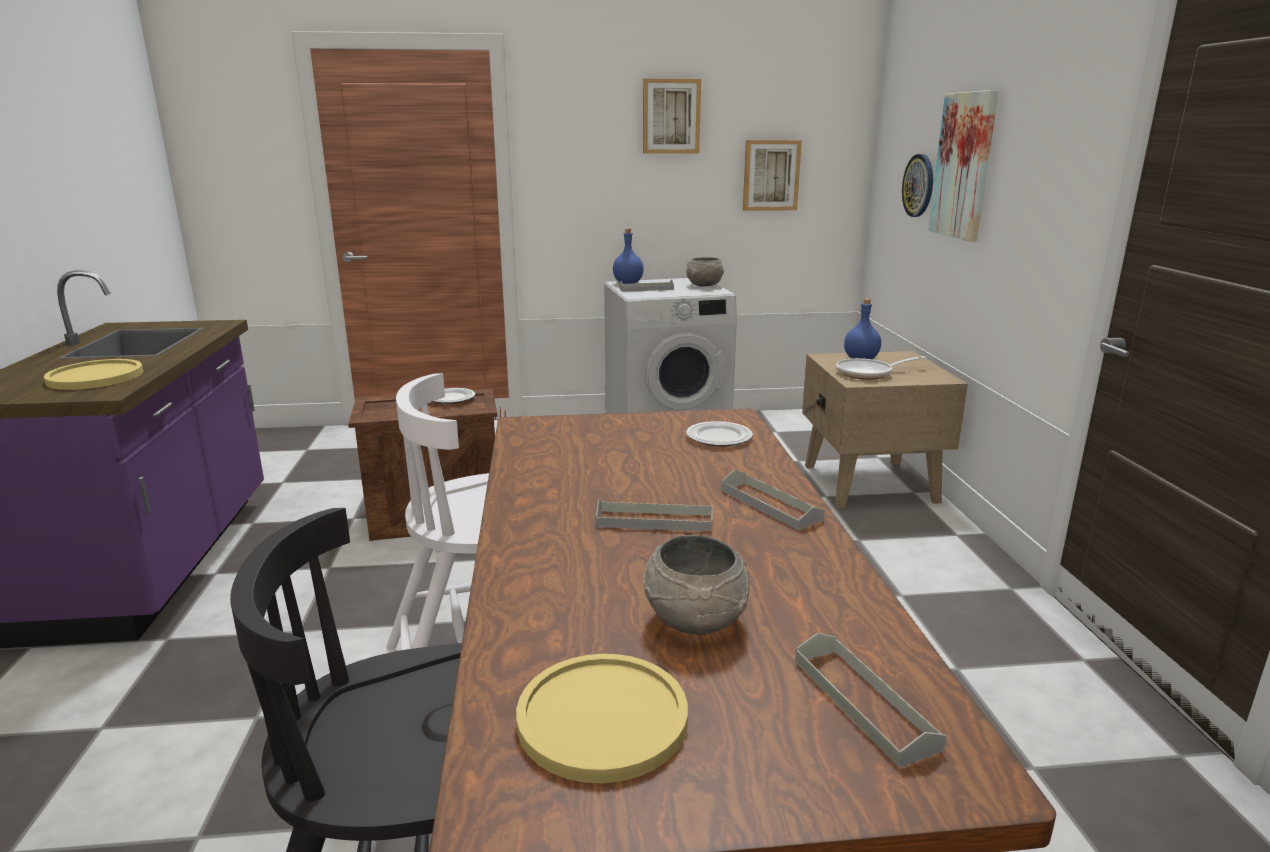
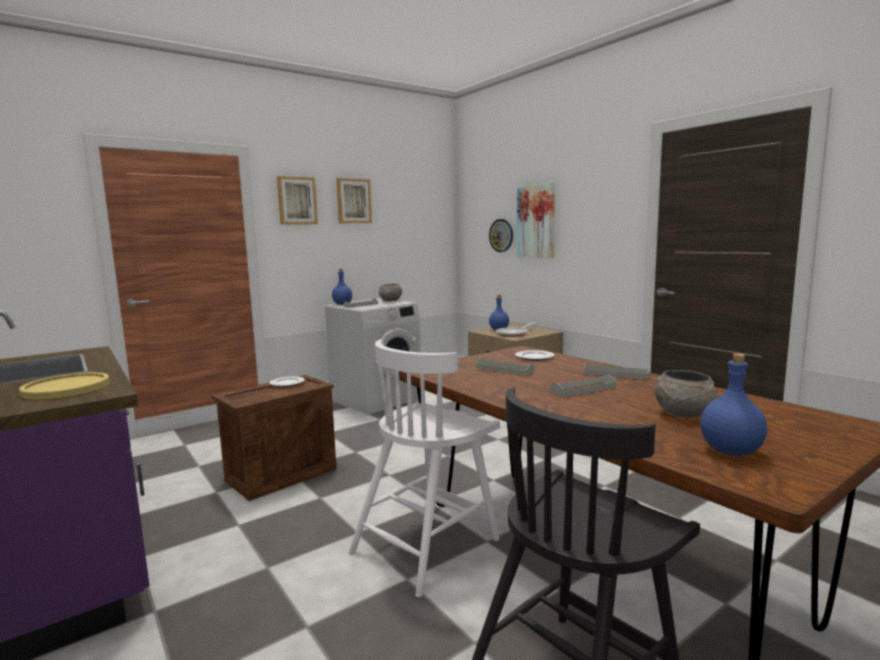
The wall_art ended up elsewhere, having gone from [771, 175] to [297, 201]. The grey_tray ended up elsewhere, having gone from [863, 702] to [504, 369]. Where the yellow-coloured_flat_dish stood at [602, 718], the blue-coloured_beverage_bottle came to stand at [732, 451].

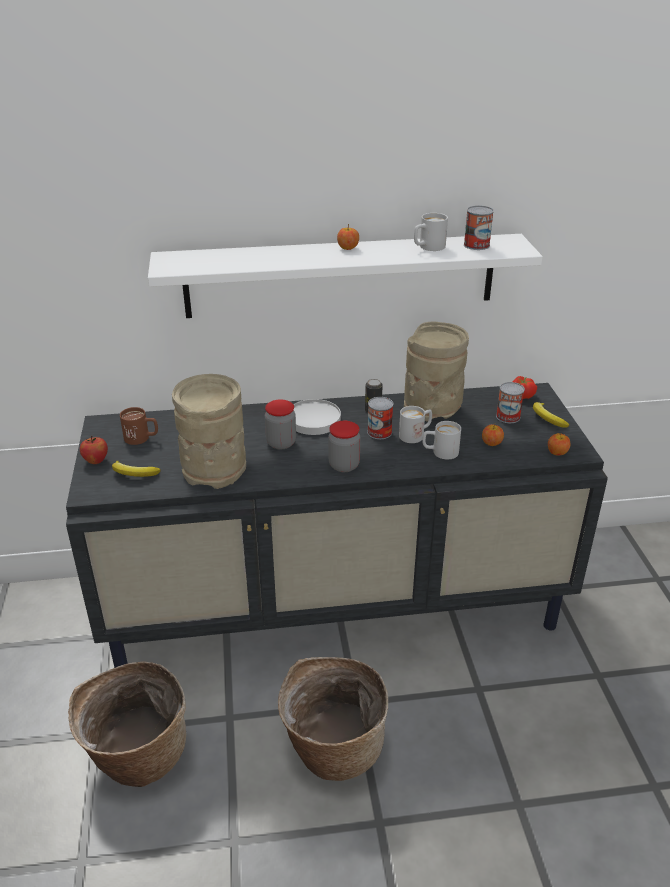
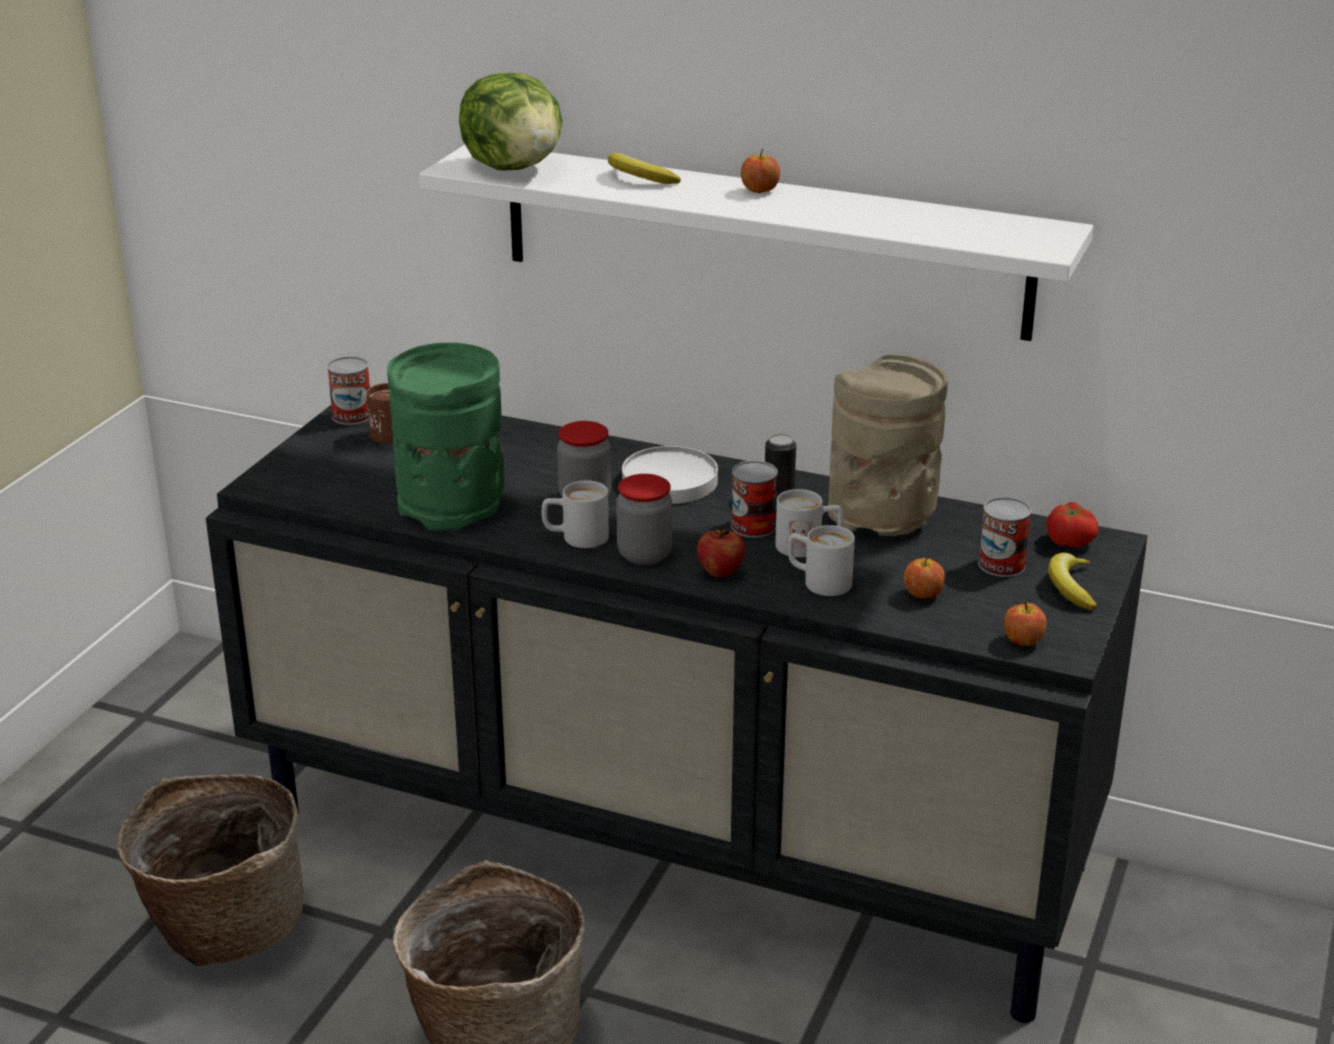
The second view gained the head_of_lettuce at [515, 167]. The whole_apple ended up elsewhere, having gone from [96, 460] to [720, 572]. The whole_banana ended up elsewhere, having gone from [134, 474] to [638, 178]. The whitish_mug ended up elsewhere, having gone from [428, 247] to [575, 537]. The metal_can ended up elsewhere, having gone from [476, 245] to [352, 416]. What was the sand-coloured_decorative_vase at [215, 469] turned into the green-coloured_decorative_vase at [453, 504].

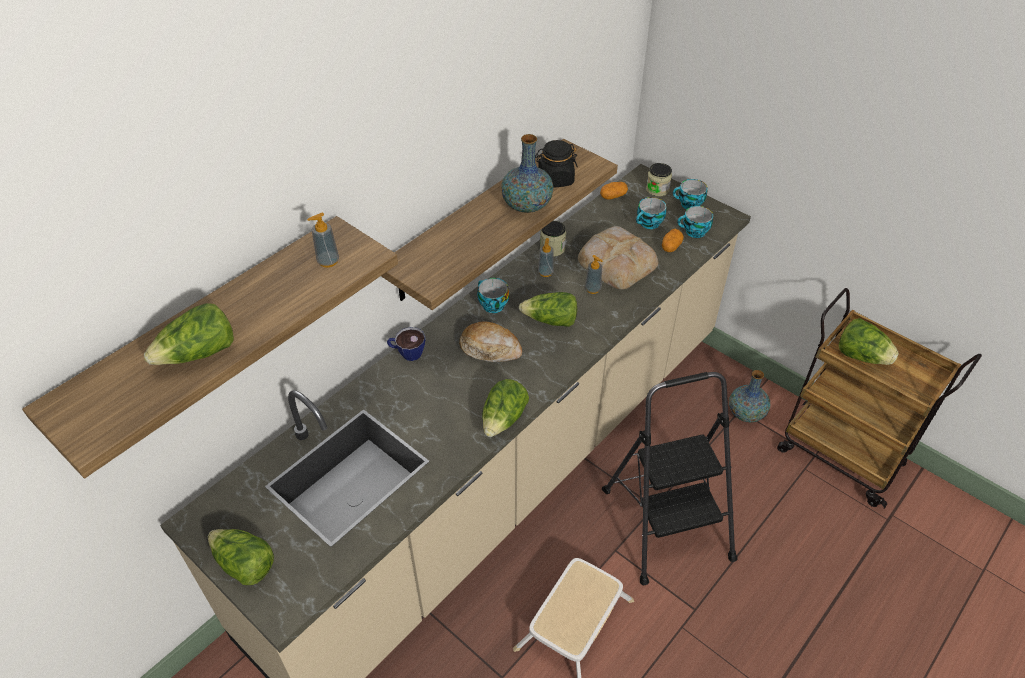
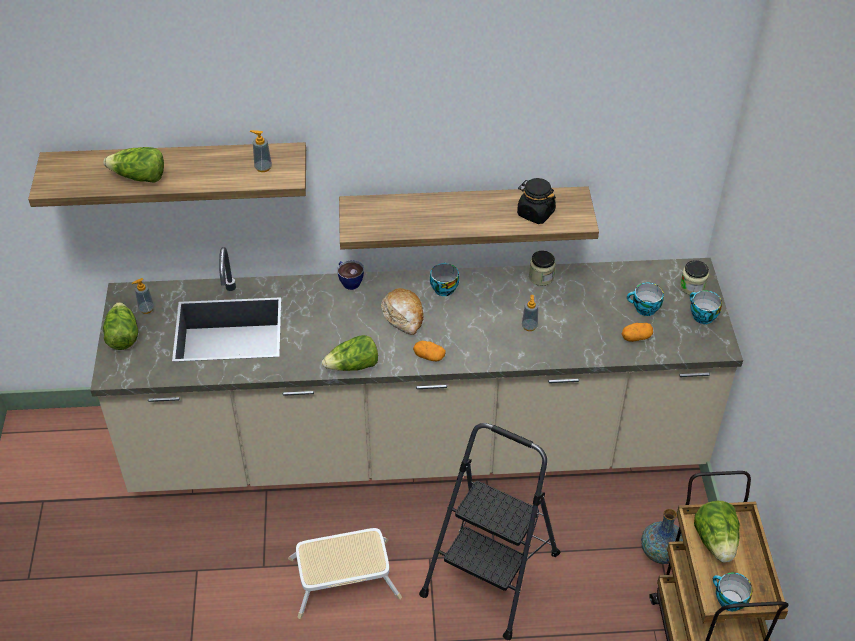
The second view lost the decorative_vase at [526, 206]. The second view lost the head_of_lettuce at [551, 320]. The second view lost the bread at [616, 261]. The soap_dispenser ended up elsewhere, having gone from [545, 272] to [146, 309]. The whole_potato ended up elsewhere, having gone from [613, 196] to [429, 356]. The cup ended up elsewhere, having gone from [694, 232] to [728, 600].

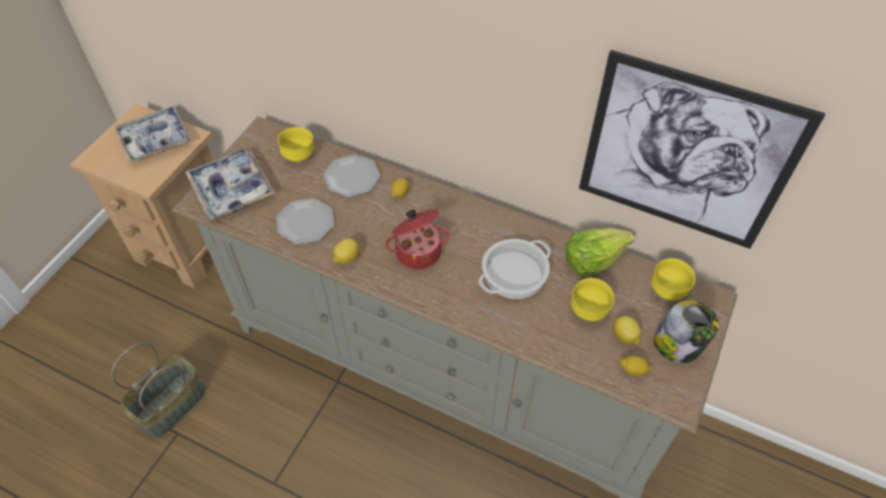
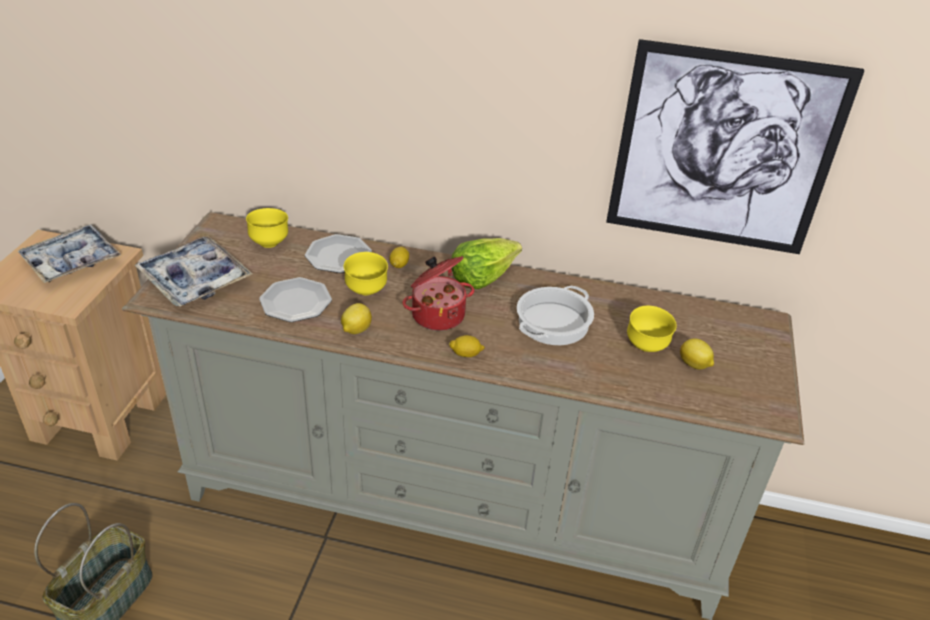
The second view lost the jar at [678, 345]. The head_of_lettuce ended up elsewhere, having gone from [593, 259] to [482, 276]. The citrus_fruit ended up elsewhere, having gone from [633, 370] to [466, 354]. The yellow-coloured_serving_bowl ended up elsewhere, having gone from [667, 291] to [366, 291].

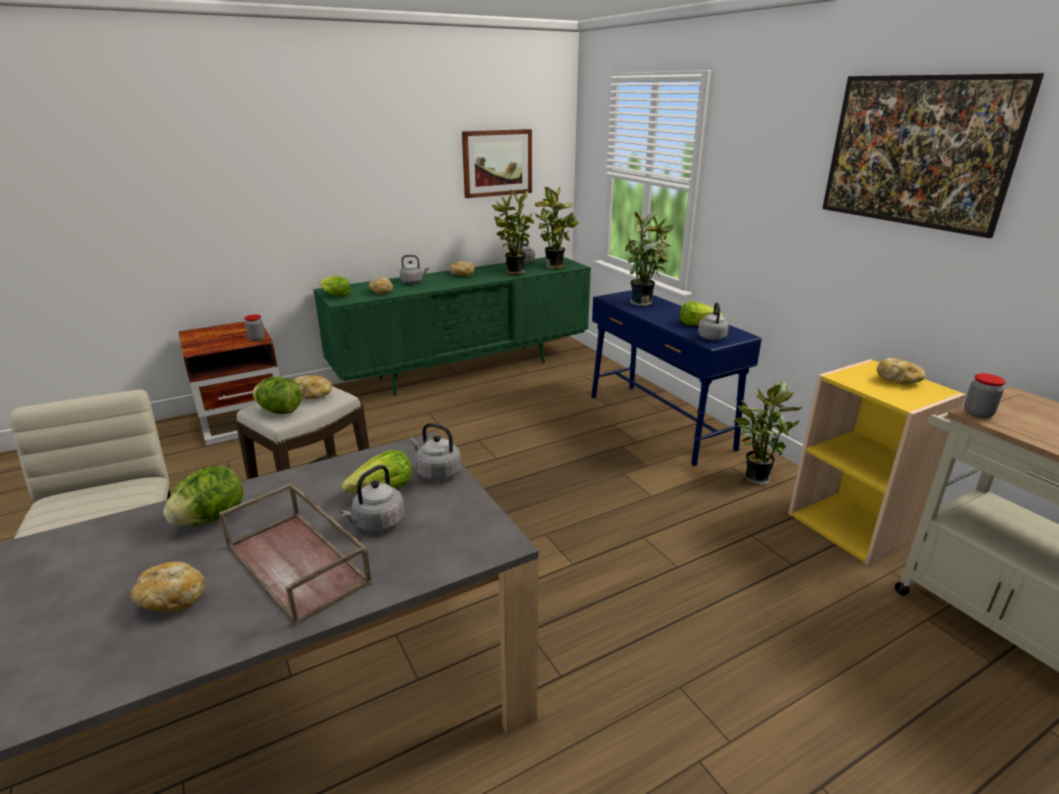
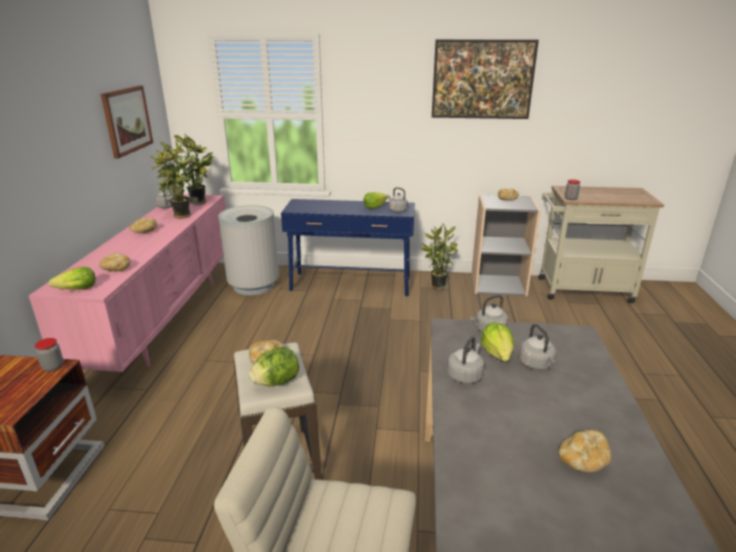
The second view lost the head_of_lettuce at [211, 518]. The second view lost the brownish_tray at [299, 564]. The second view lost the houseplant at [643, 303]. The second view gained the grey_trash_can at [254, 285]. The grey_water_kettle ended up elsewhere, having gone from [413, 282] to [465, 375]. What was the green-coloured_cupboard at [465, 370] turned into the pink_cupboard at [164, 319]. What was the yellow-coloured_bookcase at [853, 526] turned into the grey_bookcase at [499, 285].

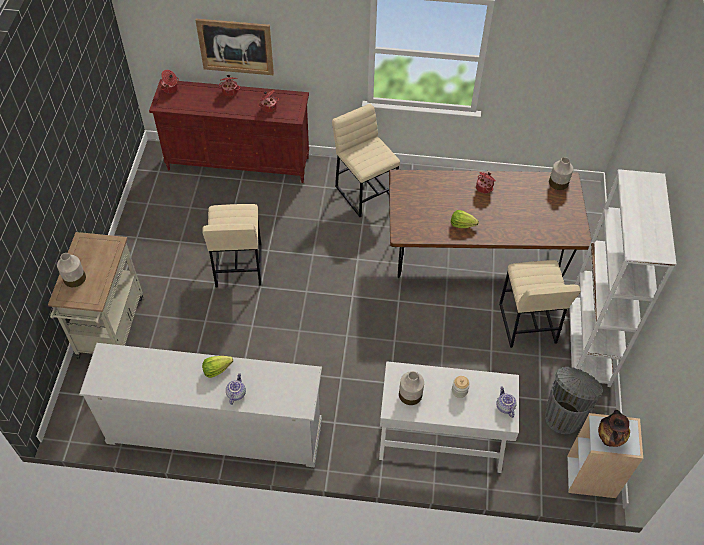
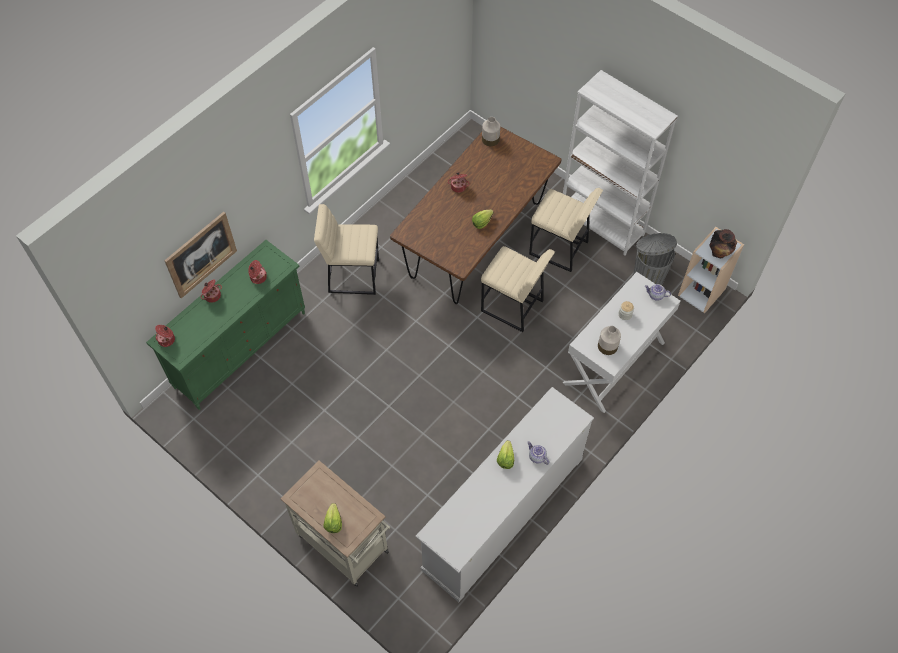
The sand-coloured_upright_chair ended up elsewhere, having gone from [238, 267] to [513, 306]. Where the sand-coloured_decorative_vase stood at [74, 278], the head_of_lettuce came to stand at [333, 522]. What was the red-coloured_drawer_chest at [238, 163] turned into the green-coloured_drawer_chest at [240, 350].

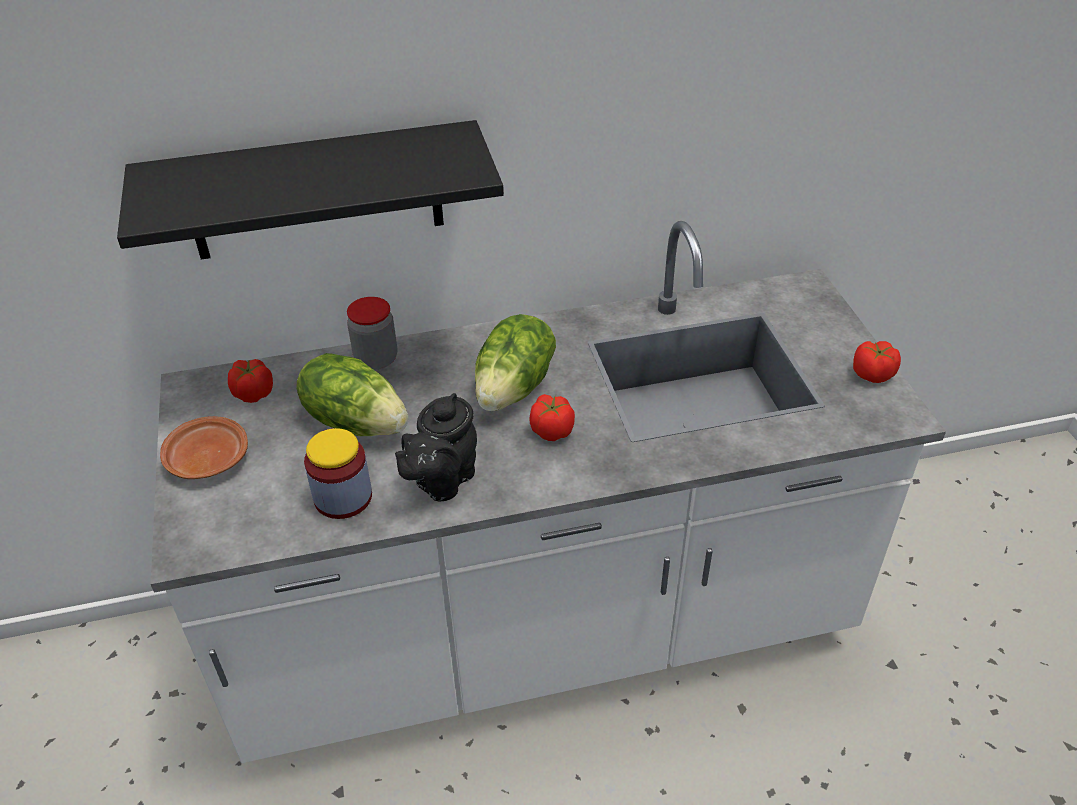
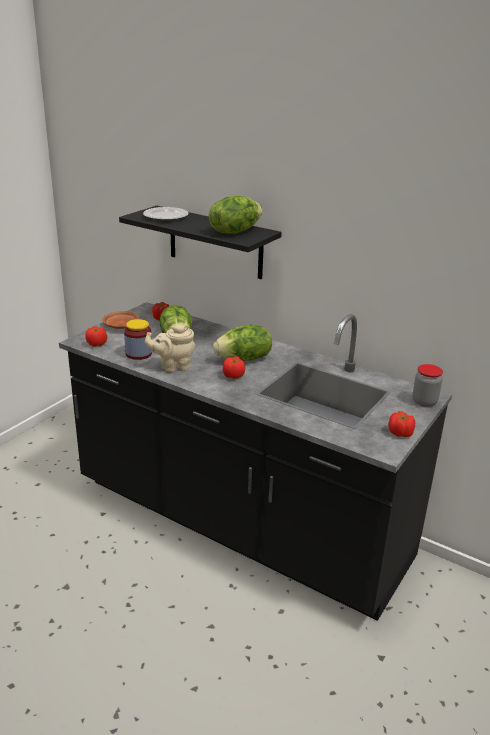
The second view gained the fresh_tomato at [96, 344]. The second view gained the flat_dish at [166, 216]. The second view gained the head_of_lettuce at [234, 231]. The jar ended up elsewhere, having gone from [376, 359] to [424, 401]. What was the whitish_counter at [542, 630] turned into the black_counter at [239, 523]. What was the black_pot_for_tea at [441, 481] turned into the sand-coloured_pot_for_tea at [173, 367].

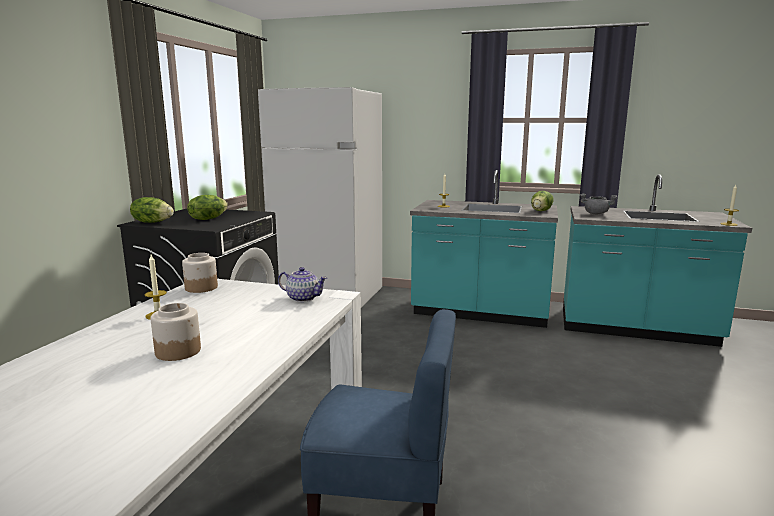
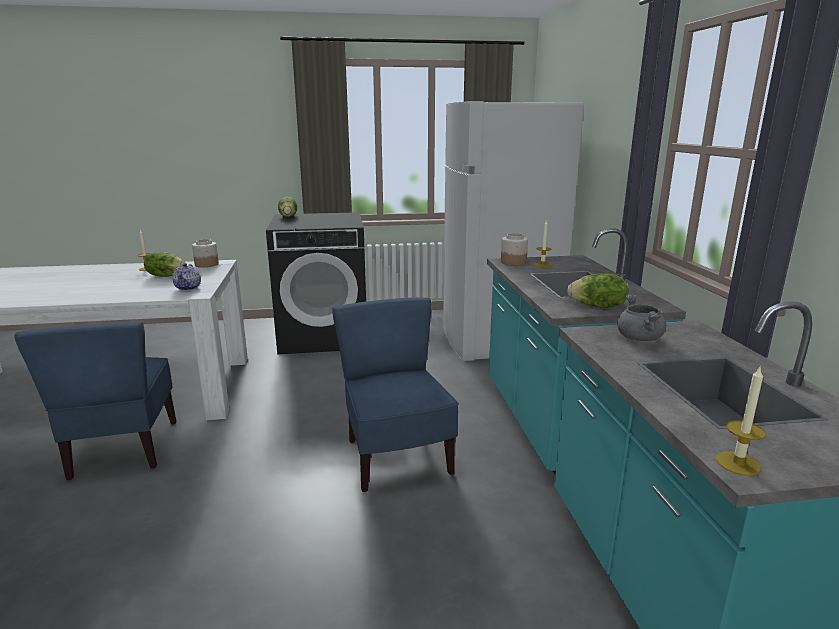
The second view gained the blue-coloured_upright_chair at [396, 457]. The jar ended up elsewhere, having gone from [178, 351] to [513, 262]. The head_of_lettuce ended up elsewhere, having gone from [208, 219] to [166, 276].

